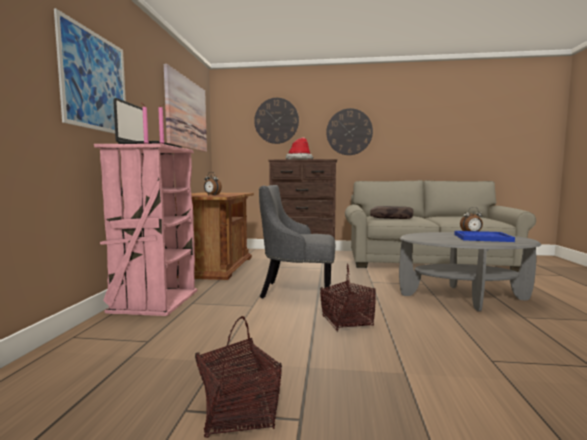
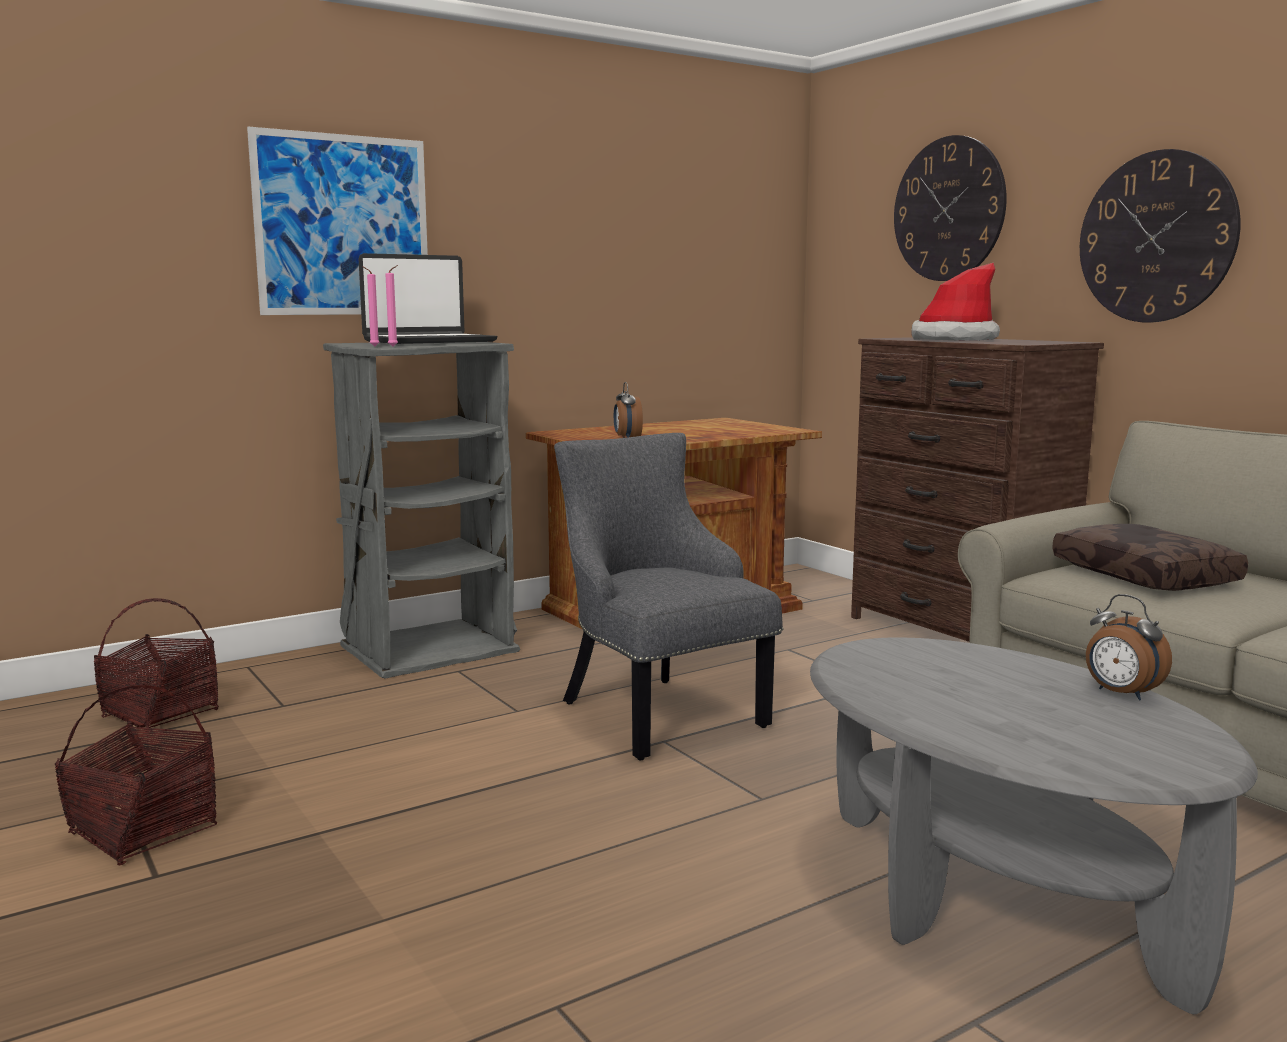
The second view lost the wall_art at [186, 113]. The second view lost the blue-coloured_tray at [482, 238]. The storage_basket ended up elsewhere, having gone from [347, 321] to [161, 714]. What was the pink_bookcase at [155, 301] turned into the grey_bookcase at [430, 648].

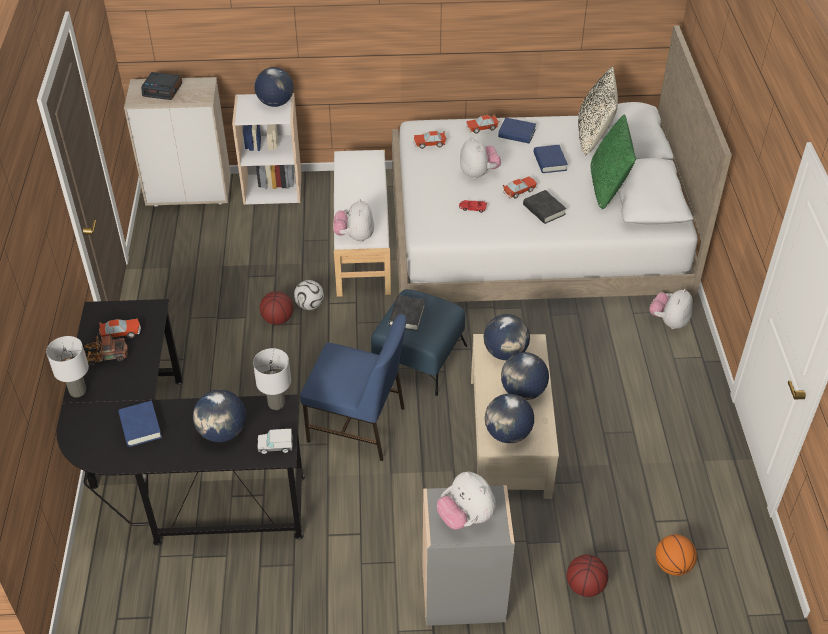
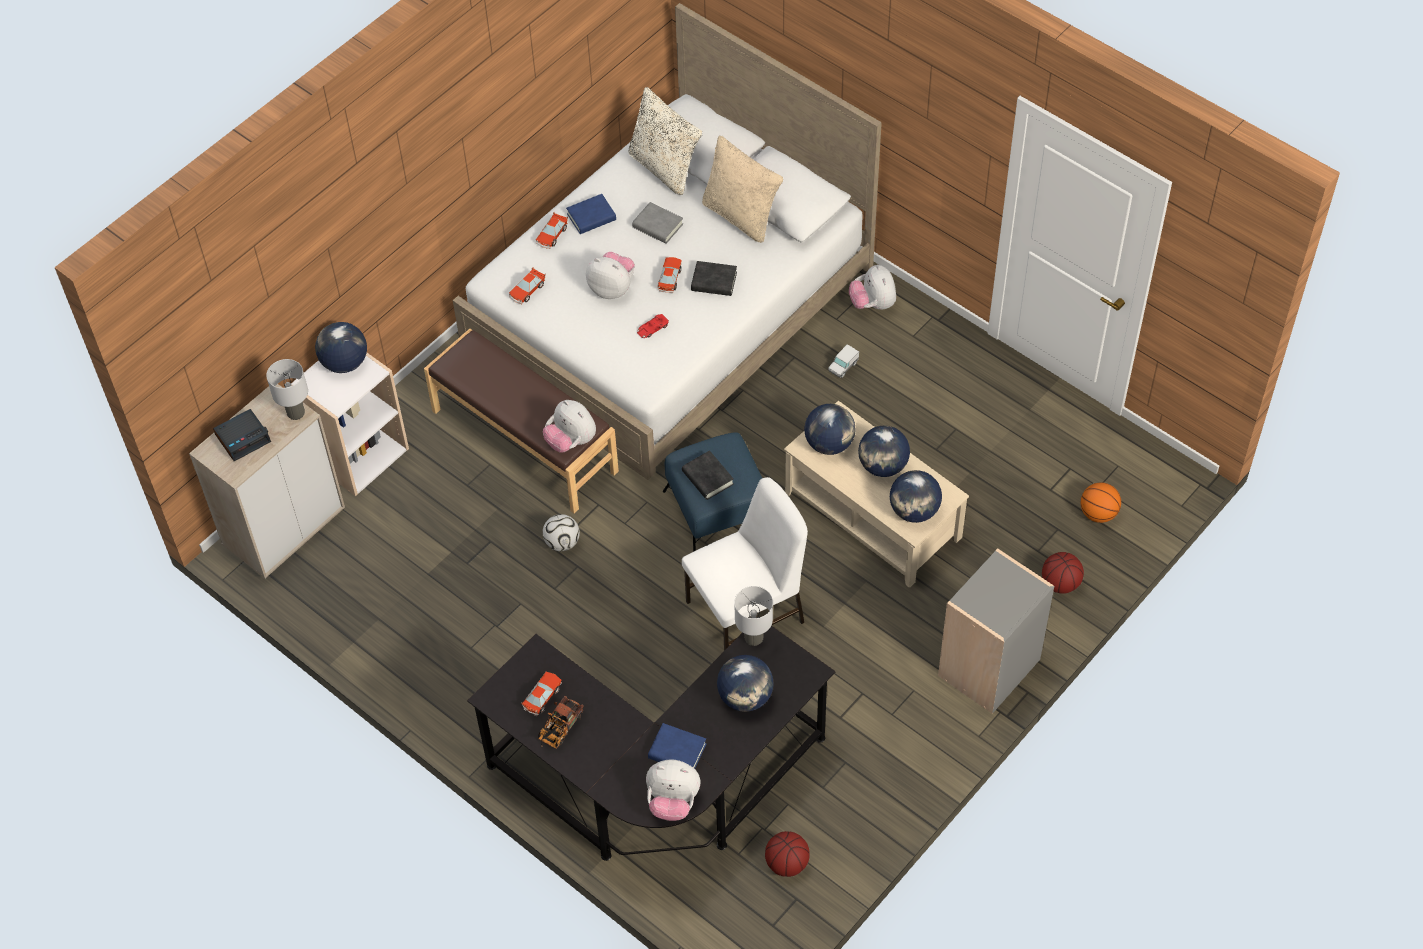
The whitish_tabletop_lamp ended up elsewhere, having gone from [78, 391] to [295, 413]. The toy_lorry ended up elsewhere, having gone from [275, 446] to [843, 367]. The basketball ended up elsewhere, having gone from [277, 319] to [787, 863]. The cuddly_toy ended up elsewhere, having gone from [466, 517] to [673, 801]. What was the blue-coloured_upright_chair at [358, 426] turned into the whitish_upright_chair at [747, 612]. What was the whitish_indoor_bench at [363, 242] turned into the brownish_indoor_bench at [525, 440]. What was the blue-coloured_volume at [550, 162] turned into the grey_volume at [657, 226]. What was the green-coloured_pillow at [607, 190] turned into the sand-coloured_pillow at [740, 218].

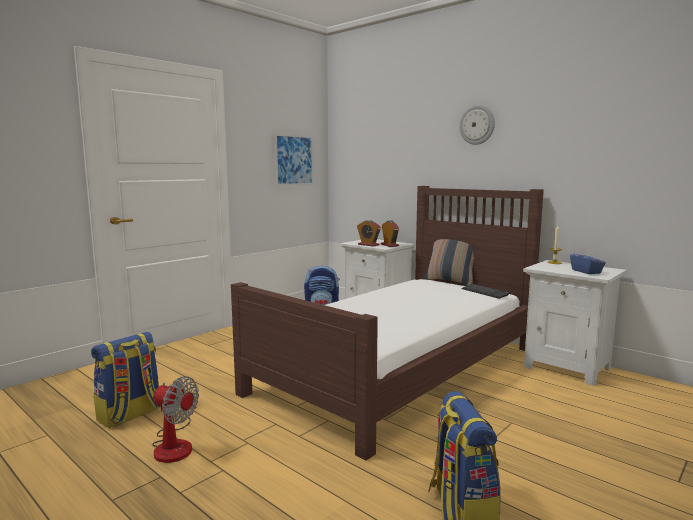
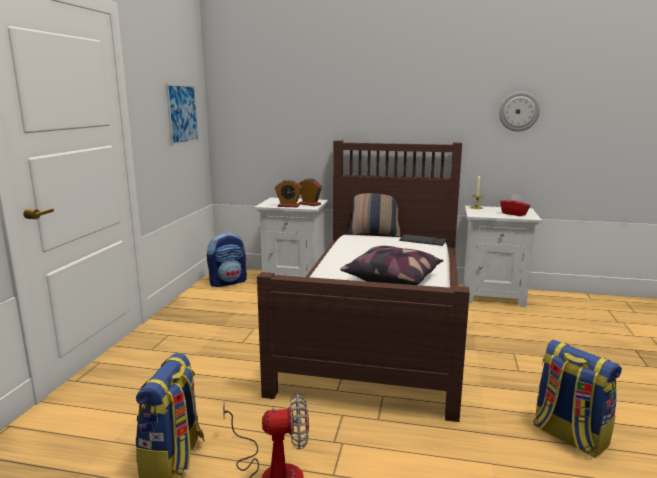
The second view gained the pillow at [393, 279]. The wall_clock ended up elsewhere, having gone from [477, 125] to [519, 111]. What was the blue-coloured_box_of_tissues at [586, 271] turned into the red-coloured_box_of_tissues at [514, 214].

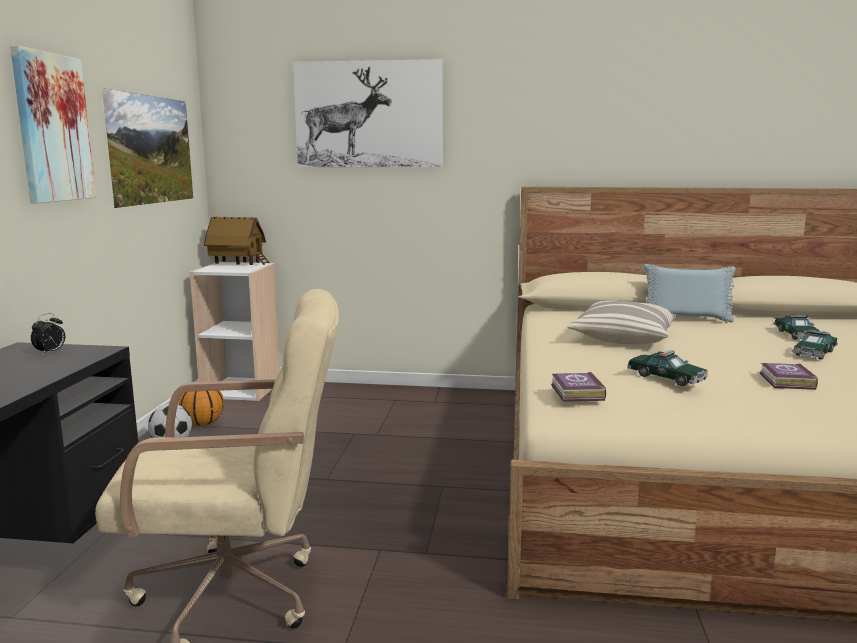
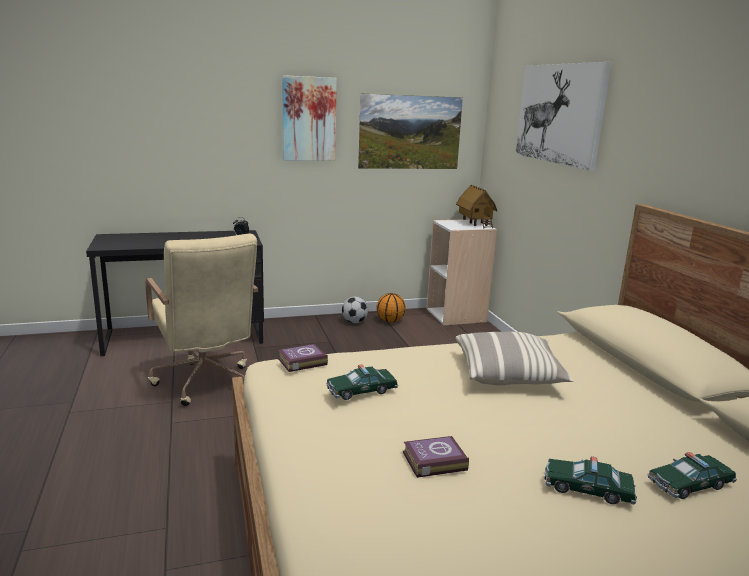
The second view lost the blue-coloured_pillow at [685, 319]. The toy_car at [666, 378] ended up facing another way, 45 degrees clockwise from before.

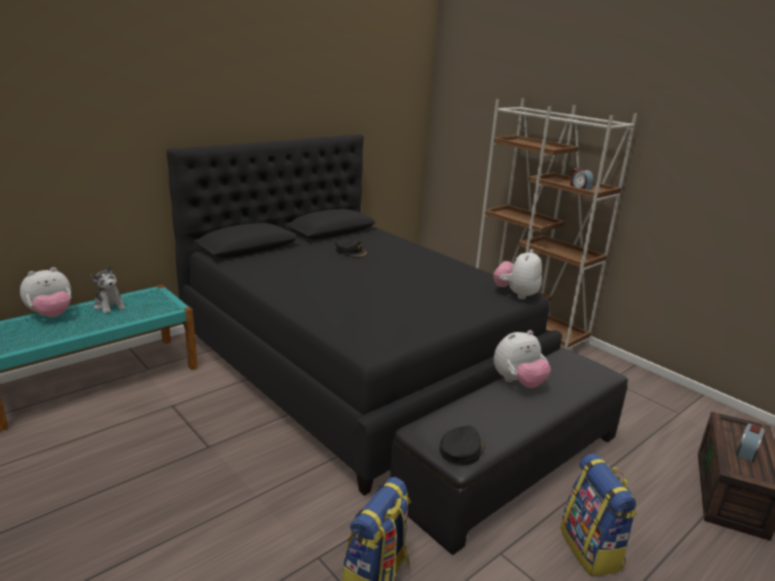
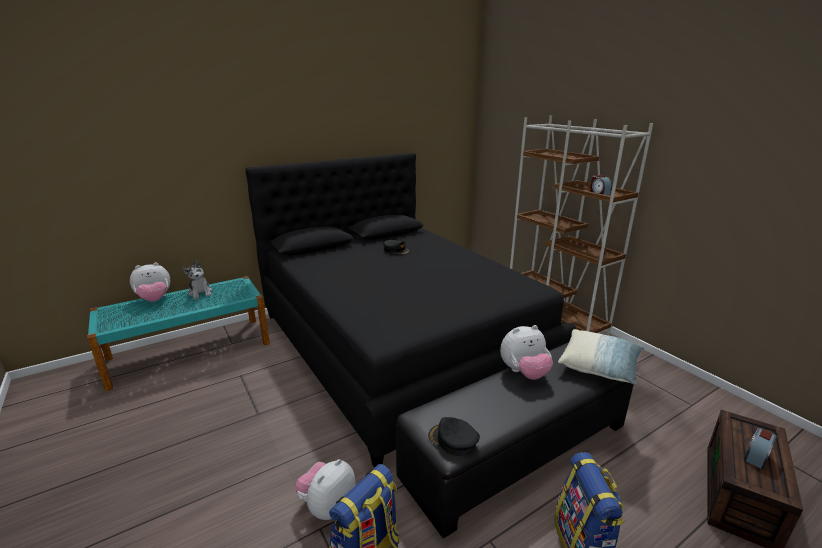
The second view gained the pillow at [599, 366]. The cuddly_toy ended up elsewhere, having gone from [516, 294] to [327, 506]. The black_cap at [461, 450] ended up facing another way, 105 degrees counterclockwise from before.

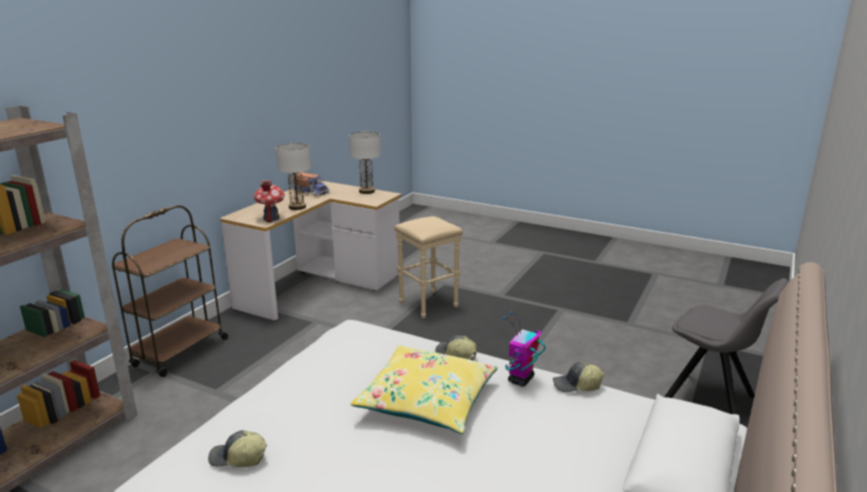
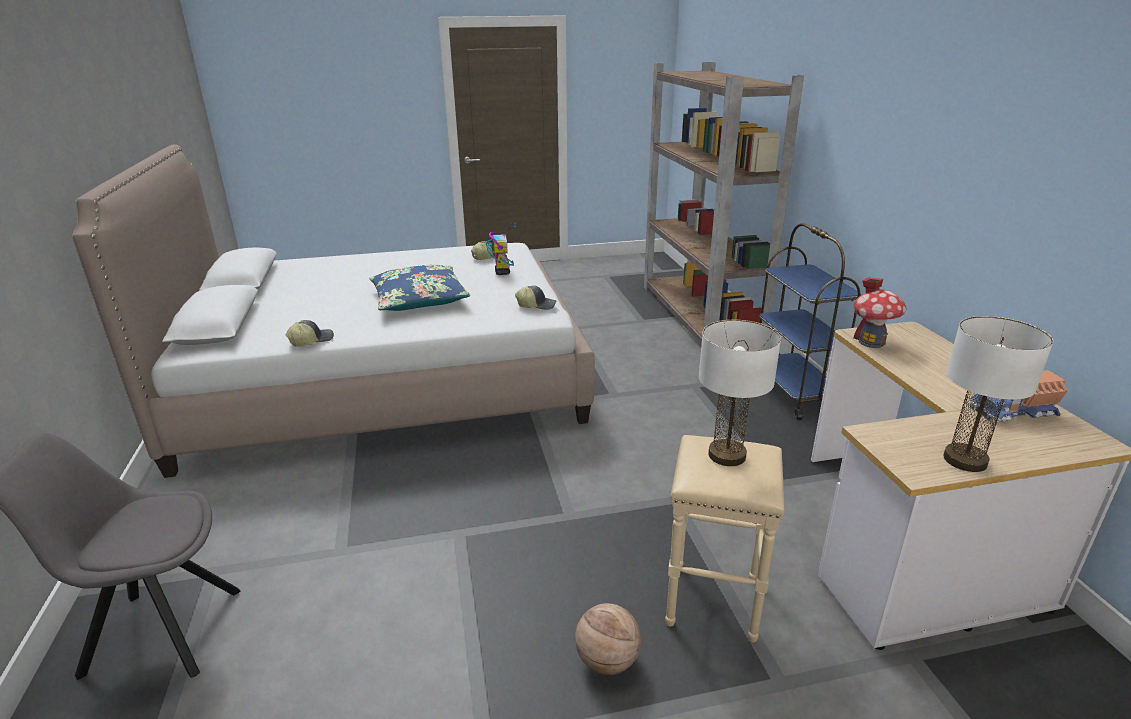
The second view gained the basketball at [607, 661]. The tabletop_lamp ended up elsewhere, having gone from [297, 207] to [726, 455]. The cap ended up elsewhere, having gone from [455, 355] to [536, 305]. The robot_figure ended up elsewhere, having gone from [520, 380] to [502, 272]. What was the brownish_cart at [179, 353] turned into the blue-coloured_cart at [794, 392]. What was the yellow-coloured_pillow at [427, 400] turned into the blue-coloured_pillow at [419, 299].

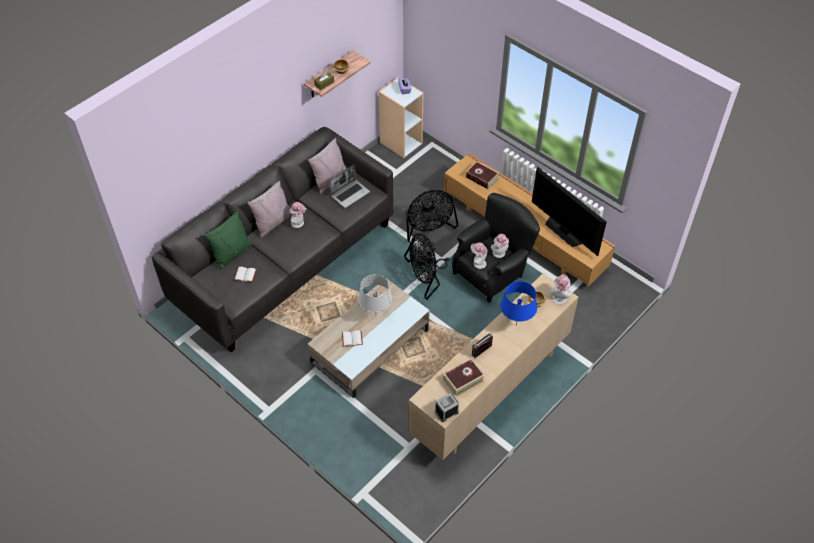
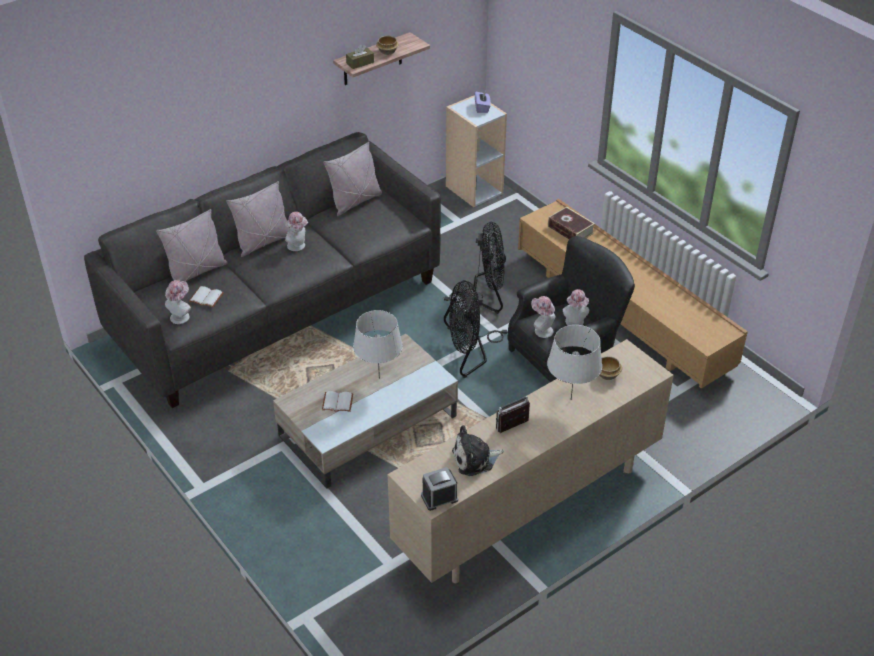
The second view lost the notebook_computer at [350, 194]. The second view lost the TV at [564, 231]. The hat ended up elsewhere, having gone from [559, 297] to [181, 316]. Where the volume stood at [463, 380], the cuddly_toy came to stand at [475, 459]. What was the green-coloured_pillow at [232, 254] turned into the purplish_pillow at [197, 272]. What was the blue-coloured_tabletop_lamp at [515, 325] turned into the grey_tabletop_lamp at [571, 399]. The black_electric_fan at [426, 228] ended up facing another way, 75 degrees counterclockwise from before.

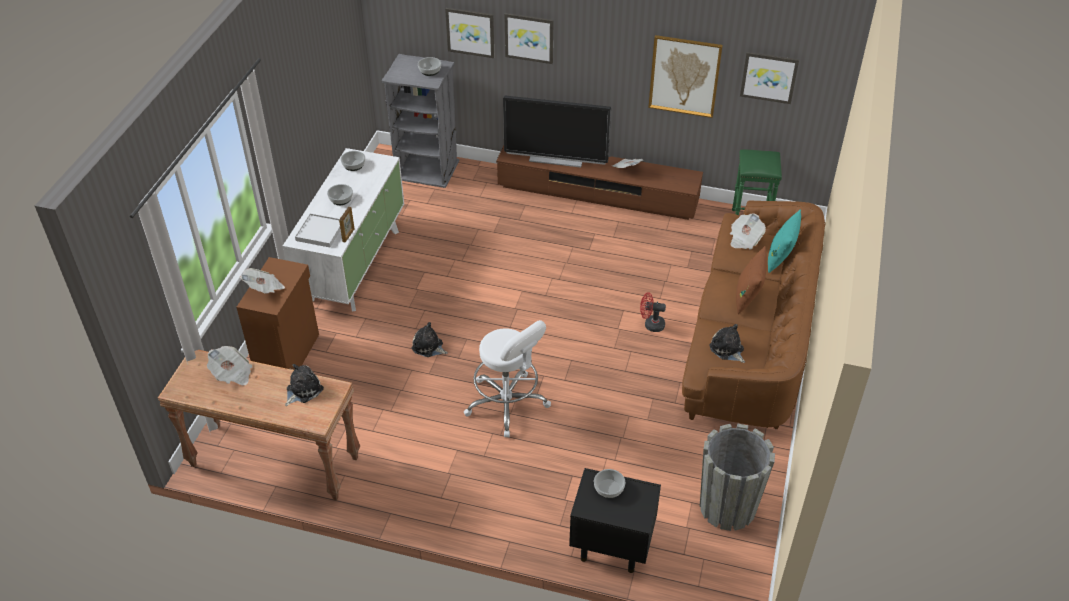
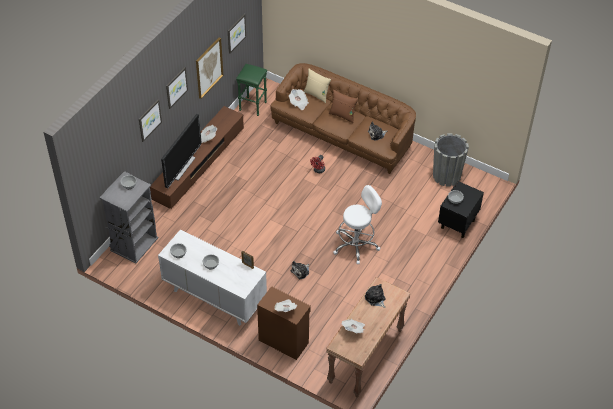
The second view lost the whitish_tray at [320, 232]. The wall_art ended up elsewhere, having gone from [470, 32] to [176, 87]. What was the blue-green_pillow at [780, 258] turned into the sand-coloured_pillow at [316, 95].

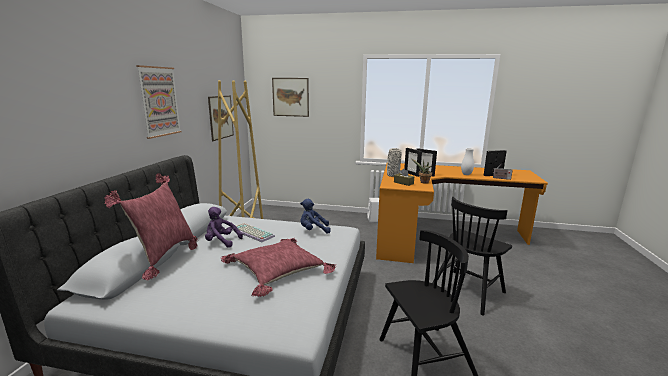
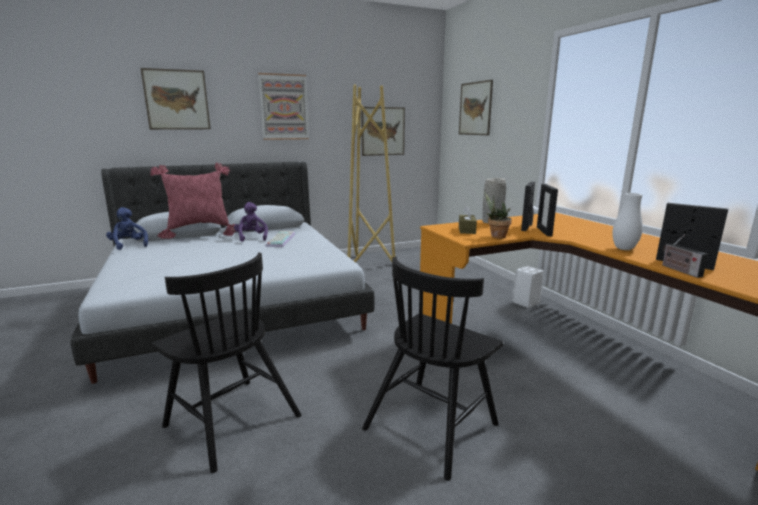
The second view lost the red-coloured_pillow at [277, 268]. The second view gained the wall_art at [177, 100]. The blue-coloured_cuddly_toy ended up elsewhere, having gone from [313, 230] to [129, 245]. The black_upright_chair at [468, 289] ended up facing another way, 60 degrees counterclockwise from before.

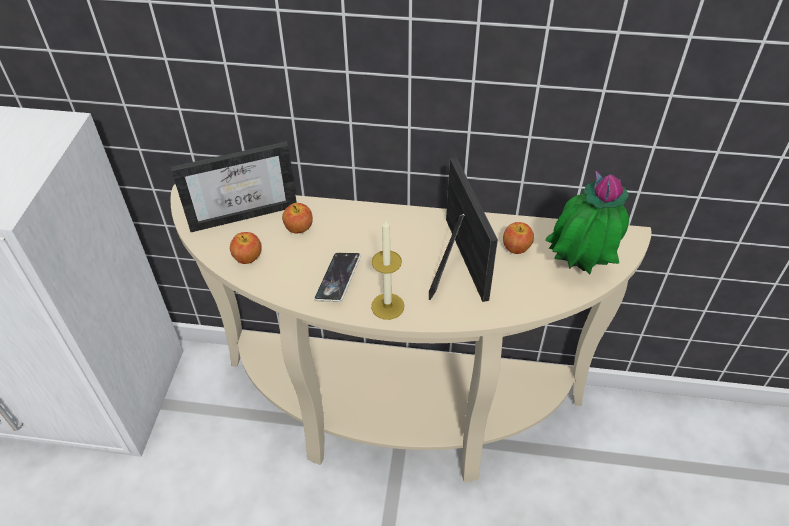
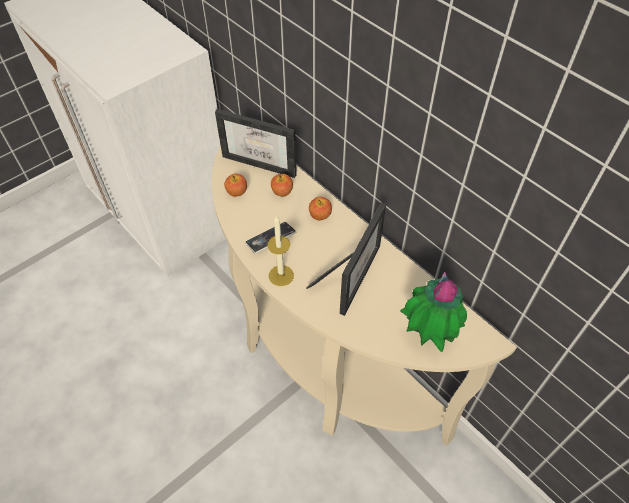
The whole_apple ended up elsewhere, having gone from [516, 247] to [320, 215].

